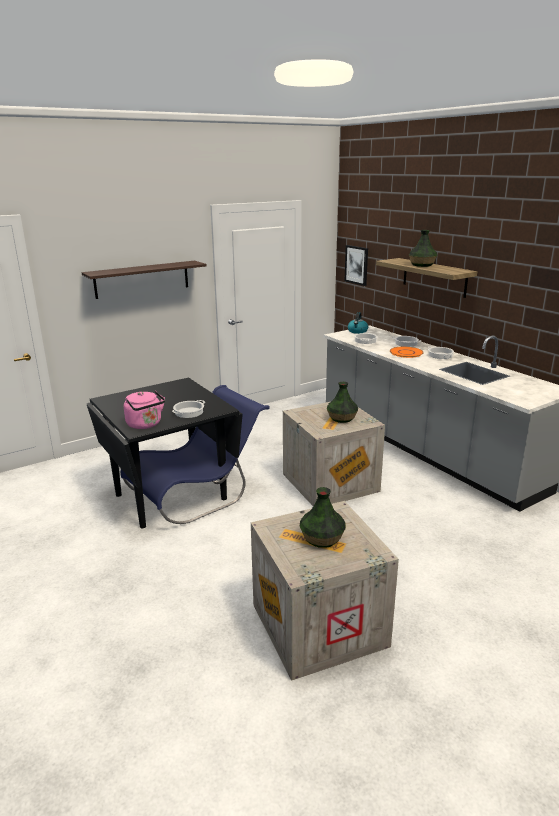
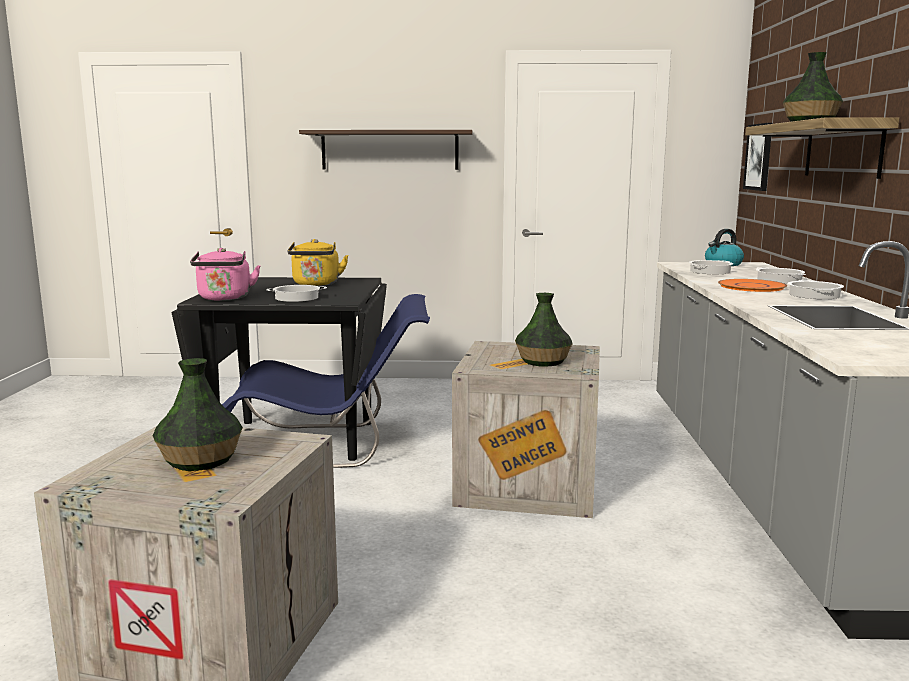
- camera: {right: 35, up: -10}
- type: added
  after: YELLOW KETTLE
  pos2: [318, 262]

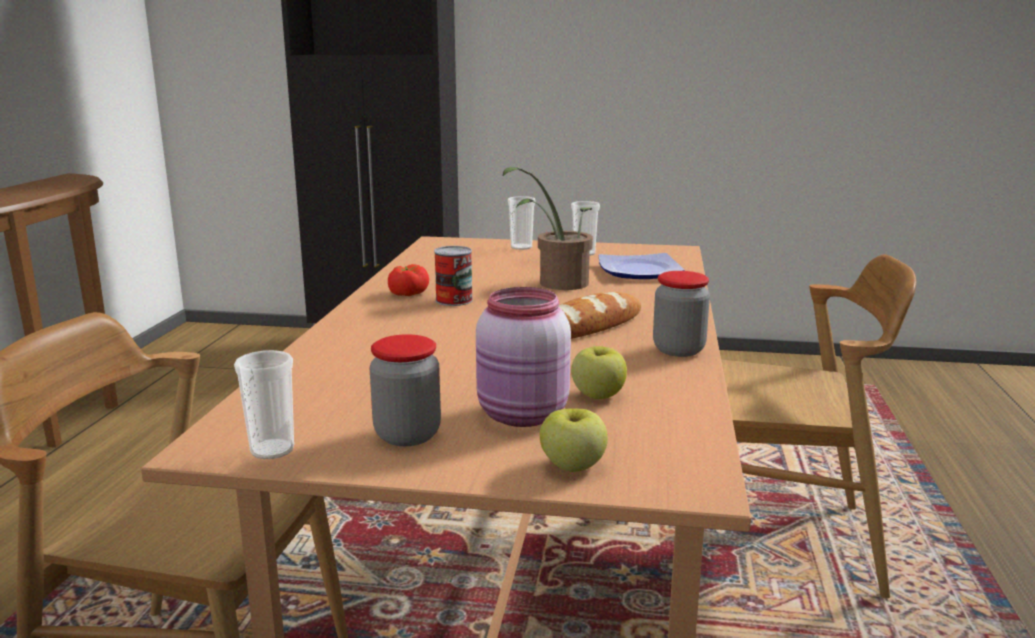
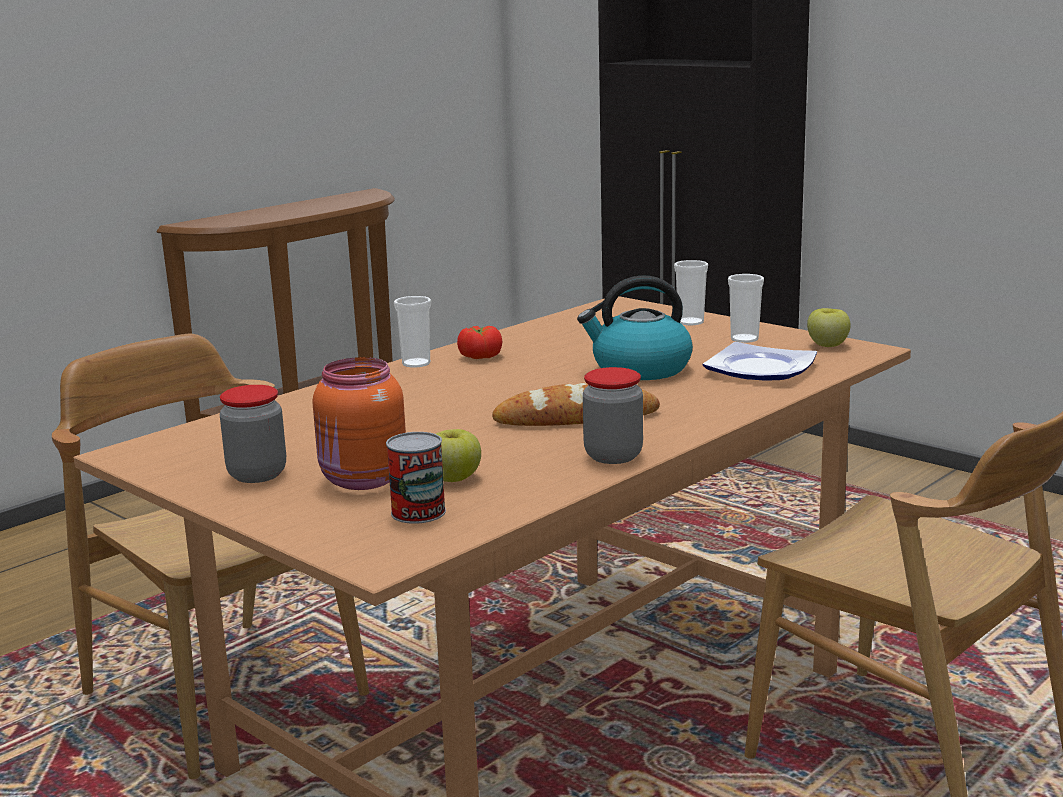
- camera: {right: 35, up: 0}
- type: recoloured
  before: PINK JAR
  after: ORANGE JAR
  pos1: [523, 357]
  pos2: [359, 423]
- type: moved
  before: CAN
  pos1: [453, 276]
  pos2: [416, 478]
- type: moved
  before: CUP
  pos1: [264, 404]
  pos2: [412, 332]
- type: replaced
  before: POTTED PLANT
  after: KETTLE
  pos1: [548, 228]
  pos2: [635, 328]
- type: moved
  before: APPLE
  pos1: [574, 440]
  pos2: [829, 327]

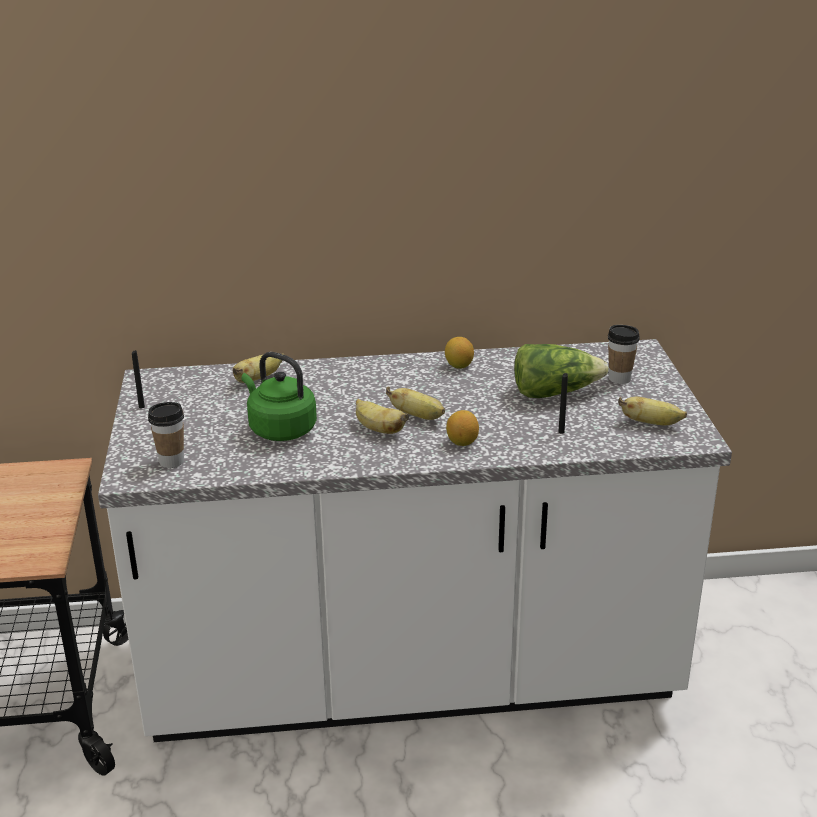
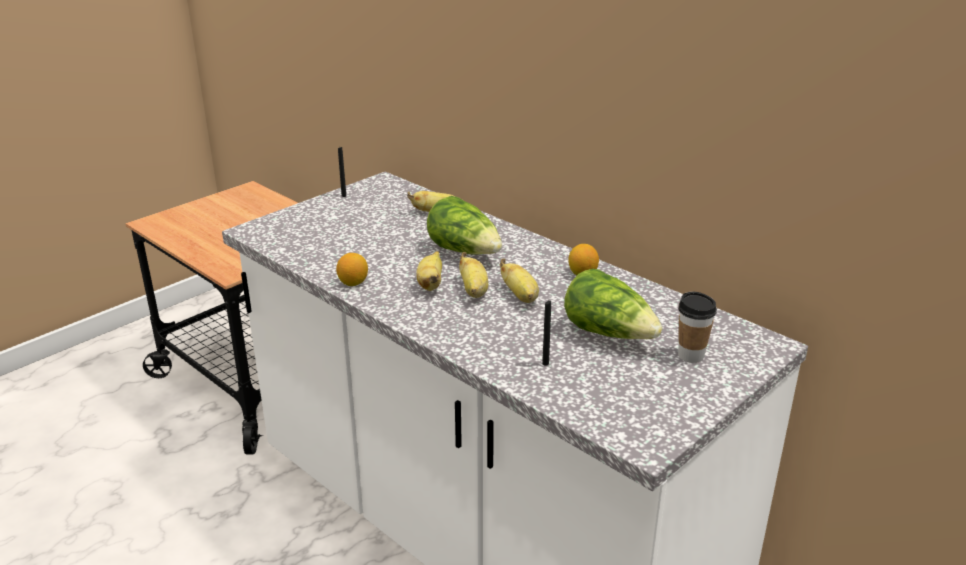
- camera: {right: 50, up: 0}
- type: moved
  before: LEMON
  pos1: [462, 428]
  pos2: [352, 269]
- type: added
  after: LETTUCE
  pos2: [464, 225]
- type: moved
  before: BANANA
  pos1: [652, 411]
  pos2: [519, 281]
- type: removed
  before: CUP
  pos1: [166, 435]
- type: removed
  before: GREEN KETTLE
  pos1: [279, 396]

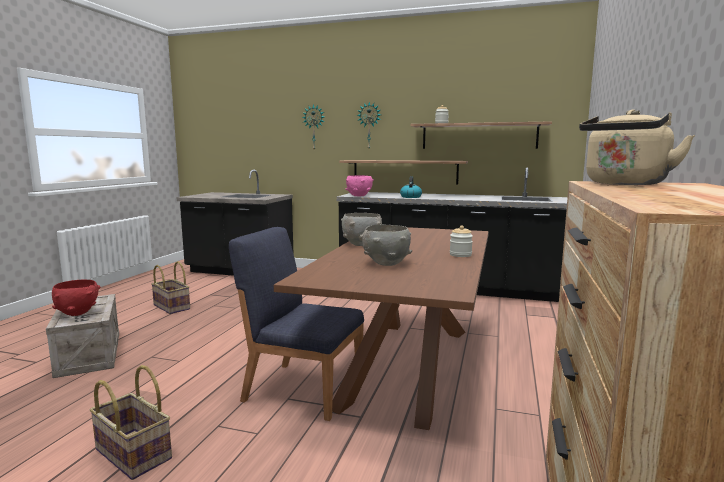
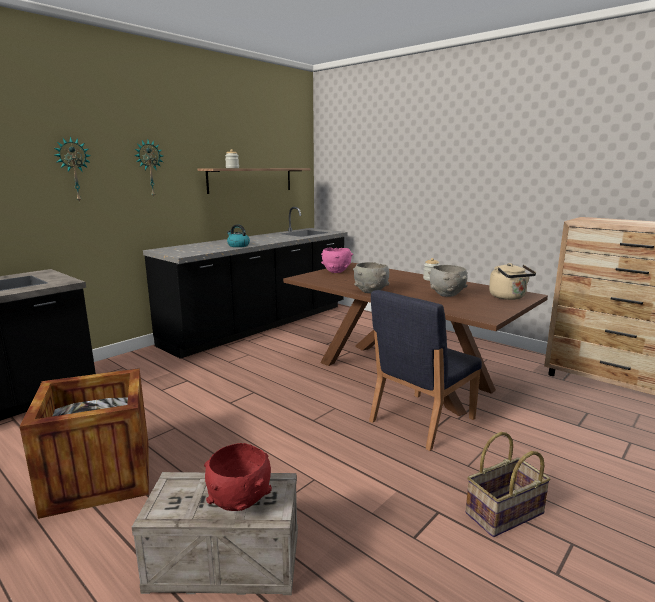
- camera: {right: -65, up: 5}
- type: replaced
  before: BASKET
  after: CRATE
  pos1: [170, 287]
  pos2: [84, 443]
- type: moved
  before: PINK BOWL
  pos1: [359, 185]
  pos2: [337, 260]
- type: moved
  before: BEIGE KETTLE
  pos1: [637, 147]
  pos2: [512, 281]
- type: removed
  before: SHELF
  pos1: [403, 172]

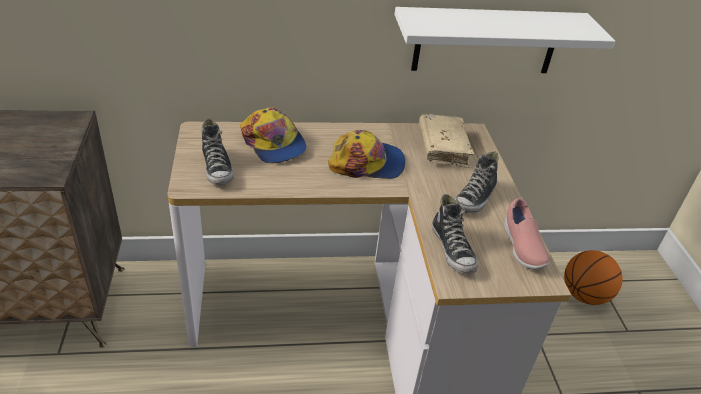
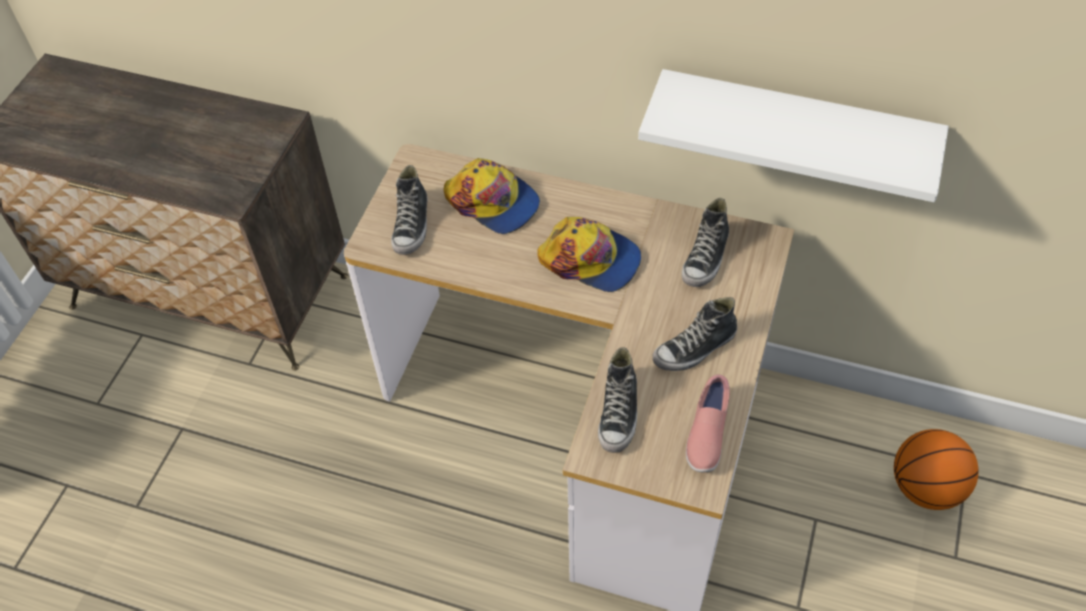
- camera: {right: 30, up: 15}
- type: turned
  before: CAP
  pos1: [273, 135]
  pos2: [491, 196]
  turn: -45
- type: replaced
  before: BEIGE BOOK
  after: SHOE
  pos1: [447, 141]
  pos2: [705, 242]

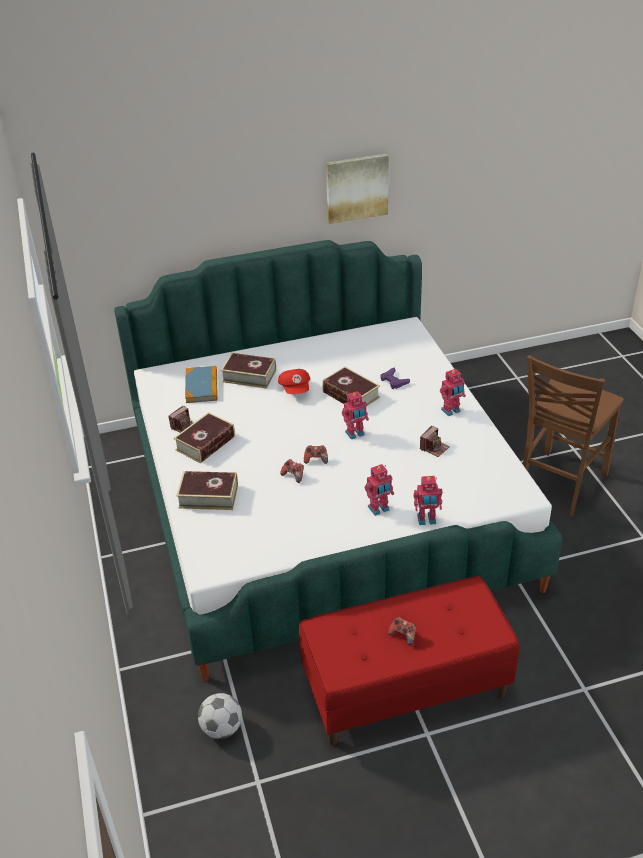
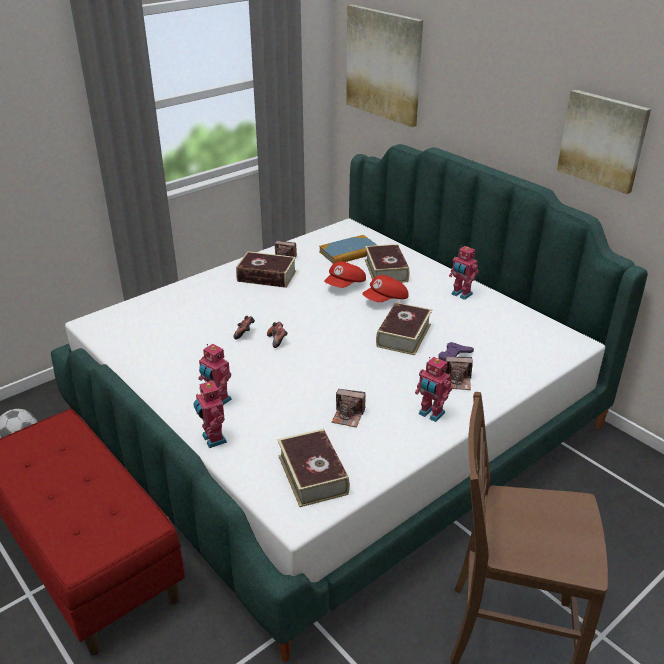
- camera: {right: 65, up: -5}
- type: moved
  before: BOOK
  pos1: [207, 490]
  pos2: [314, 468]
- type: added
  after: RED CAP
  pos2: [345, 274]
- type: added
  after: PICTURE
  pos2: [384, 66]
- type: added
  after: PHOTO CAMERA
  pos2: [459, 373]
- type: moved
  before: TOY ROBOT
  pos1: [355, 415]
  pos2: [464, 272]
- type: removed
  before: GAME CONTROLLER
  pos1: [402, 631]

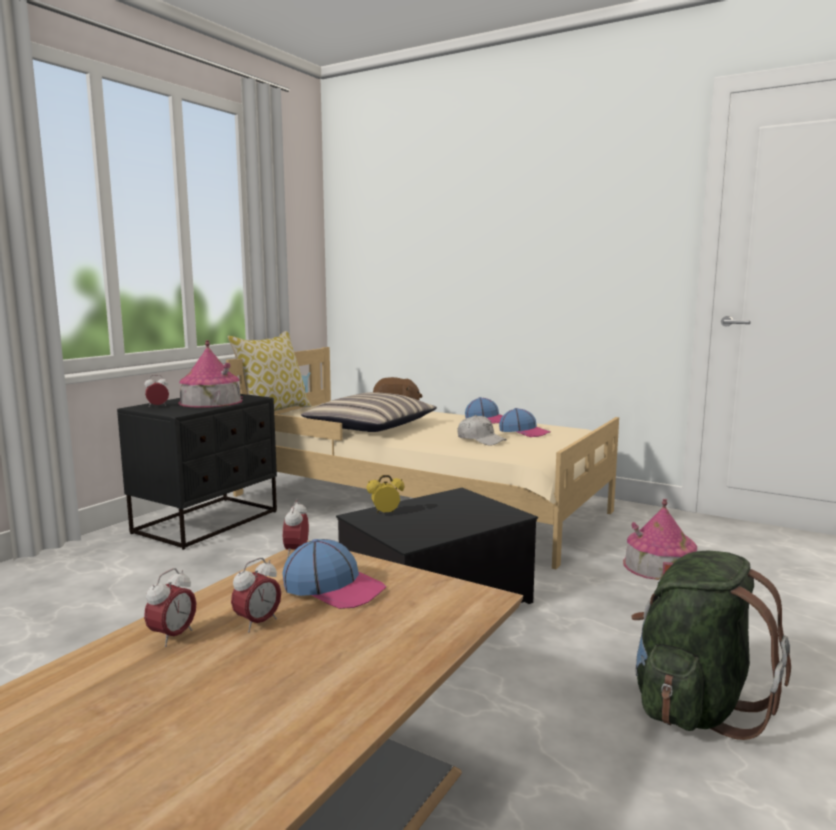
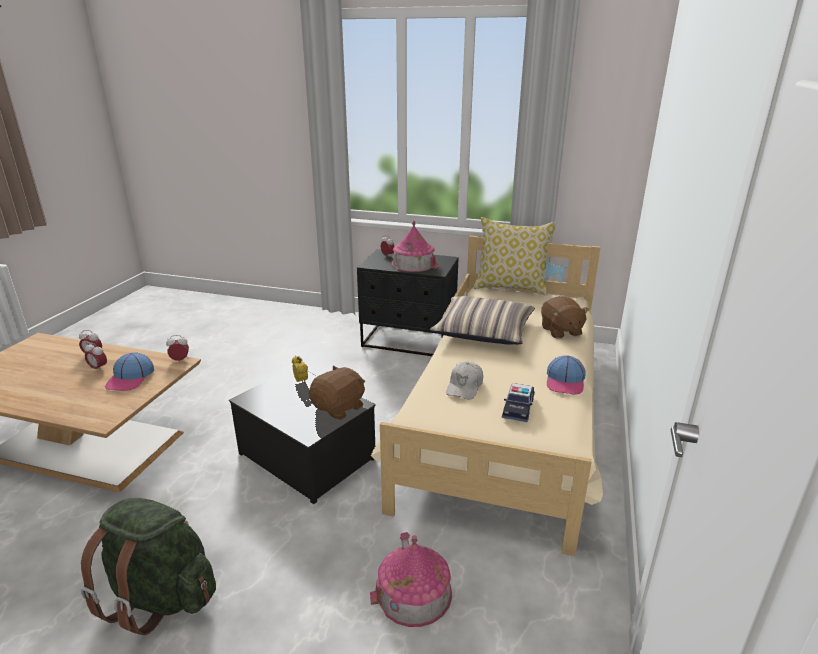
- camera: {right: 75, up: 15}
- type: added
  after: BROWN PLUSH TOY
  pos2: [337, 392]
- type: replaced
  before: CAP
  after: TOY CAR
  pos1: [525, 422]
  pos2: [518, 402]

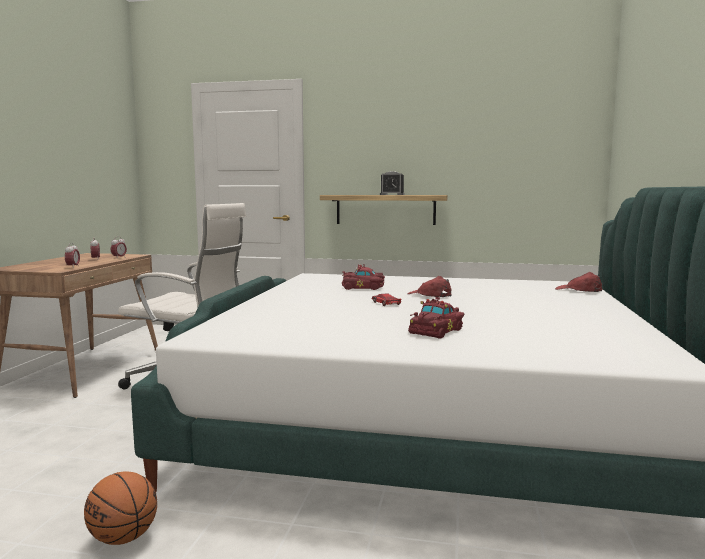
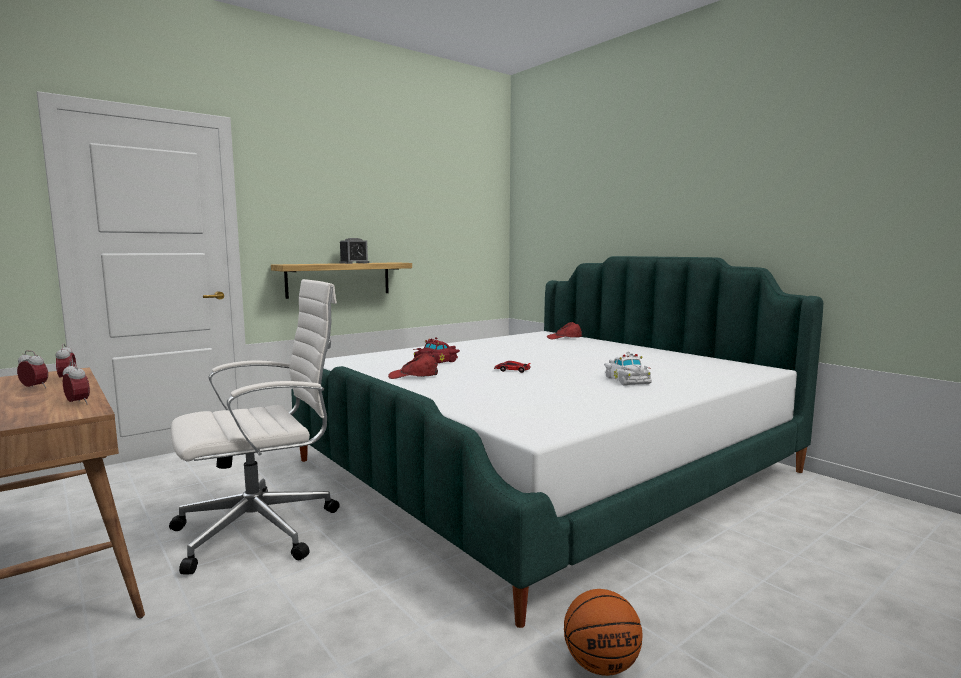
- camera: {right: -50, up: 0}
- type: moved
  before: RED CAP
  pos1: [430, 286]
  pos2: [413, 366]
- type: recoloured
  before: RED TOY CAR
  after: WHITE TOY CAR
  pos1: [436, 318]
  pos2: [628, 369]

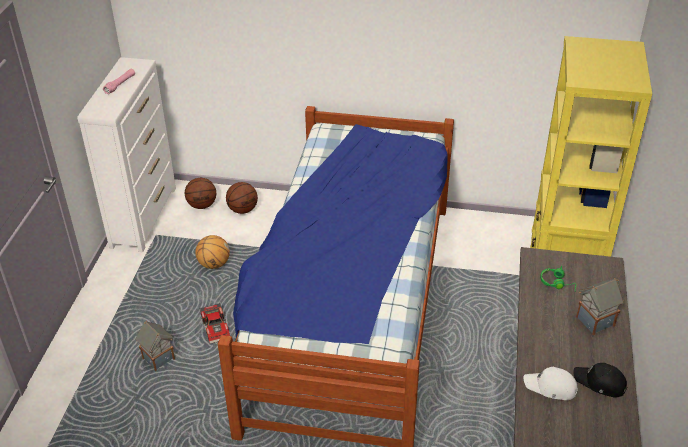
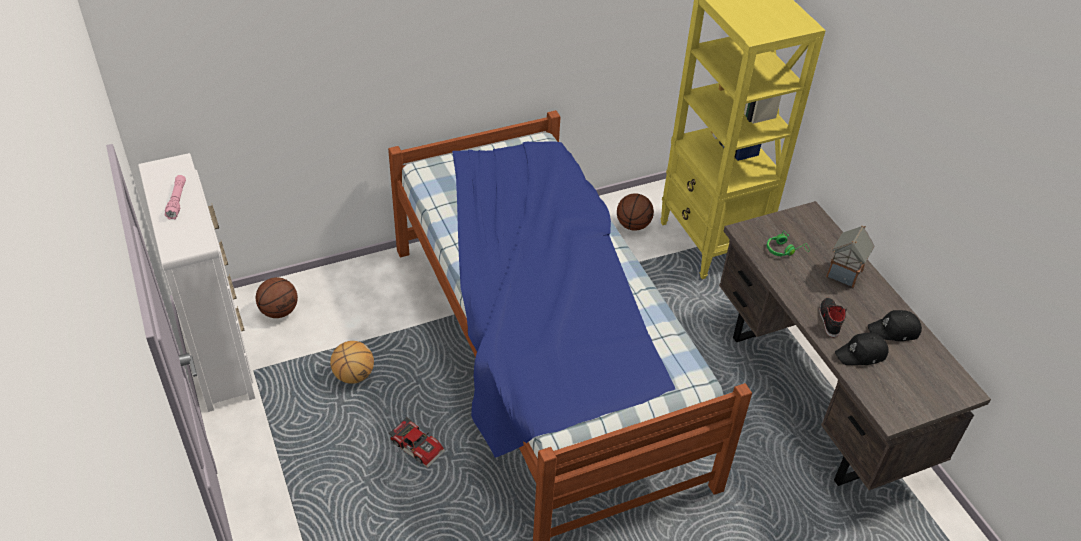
- camera: {right: -35, up: 5}
- type: moved
  before: BASKETBALL
  pos1: [242, 198]
  pos2: [635, 212]
- type: added
  after: BLACK SHOE
  pos2: [833, 317]
- type: recoloured
  before: WHITE CAP
  after: BLACK CAP
  pos1: [551, 383]
  pos2: [862, 349]
- type: removed
  before: TOY HOUSE
  pos1: [155, 346]

